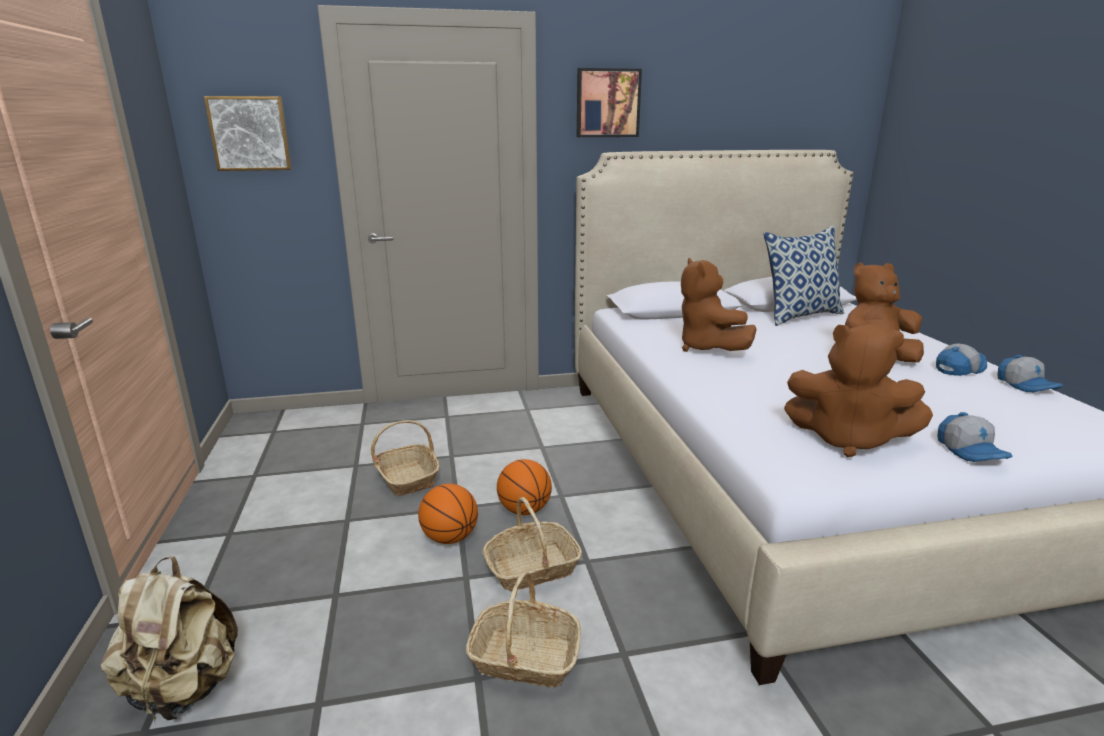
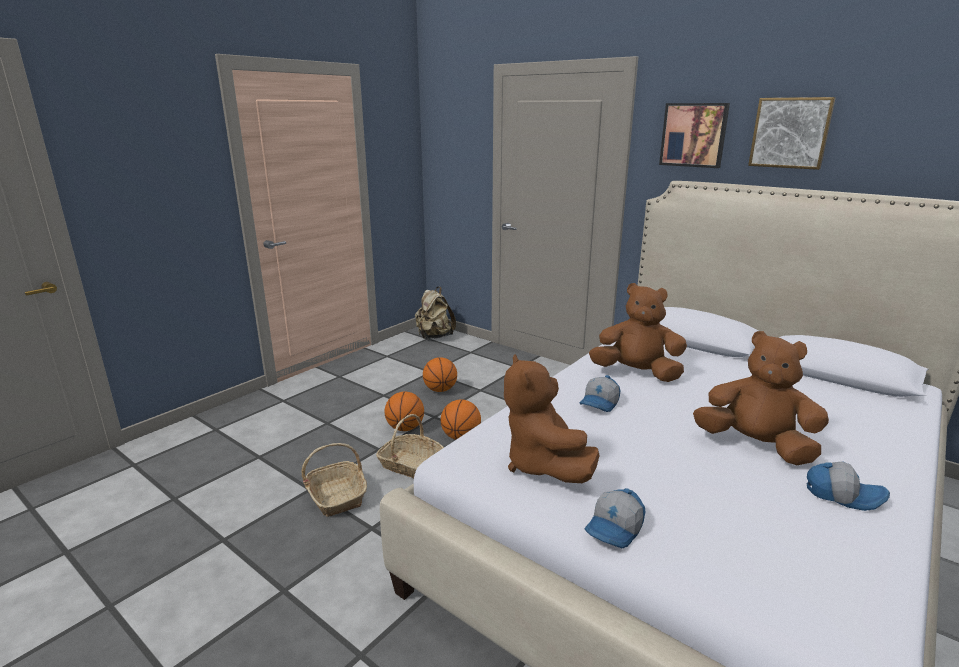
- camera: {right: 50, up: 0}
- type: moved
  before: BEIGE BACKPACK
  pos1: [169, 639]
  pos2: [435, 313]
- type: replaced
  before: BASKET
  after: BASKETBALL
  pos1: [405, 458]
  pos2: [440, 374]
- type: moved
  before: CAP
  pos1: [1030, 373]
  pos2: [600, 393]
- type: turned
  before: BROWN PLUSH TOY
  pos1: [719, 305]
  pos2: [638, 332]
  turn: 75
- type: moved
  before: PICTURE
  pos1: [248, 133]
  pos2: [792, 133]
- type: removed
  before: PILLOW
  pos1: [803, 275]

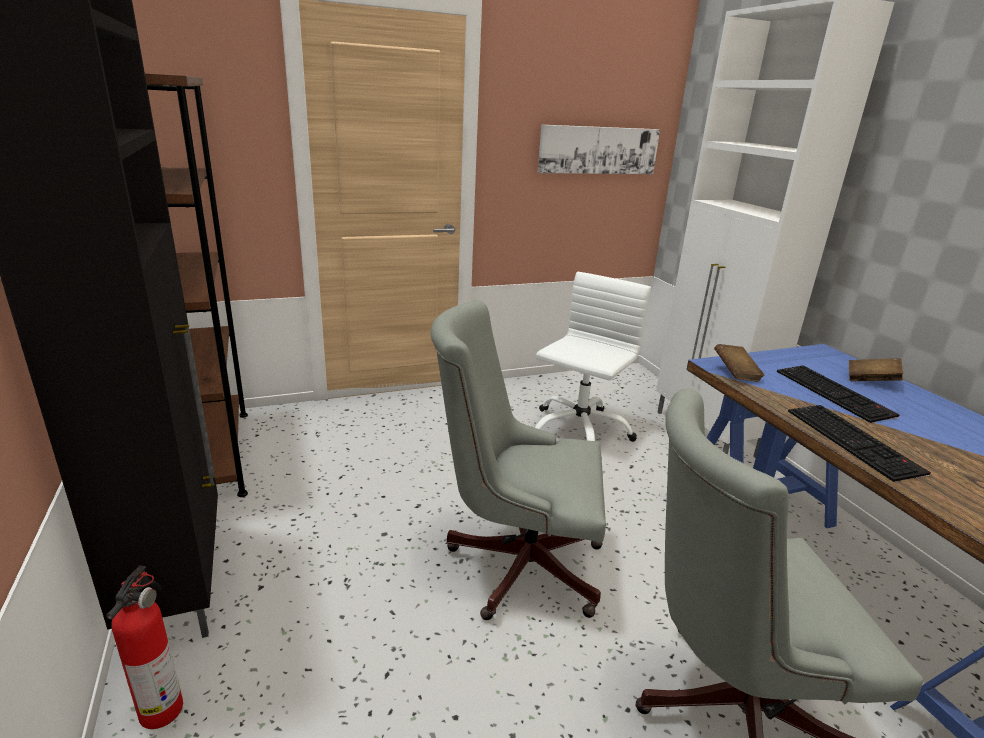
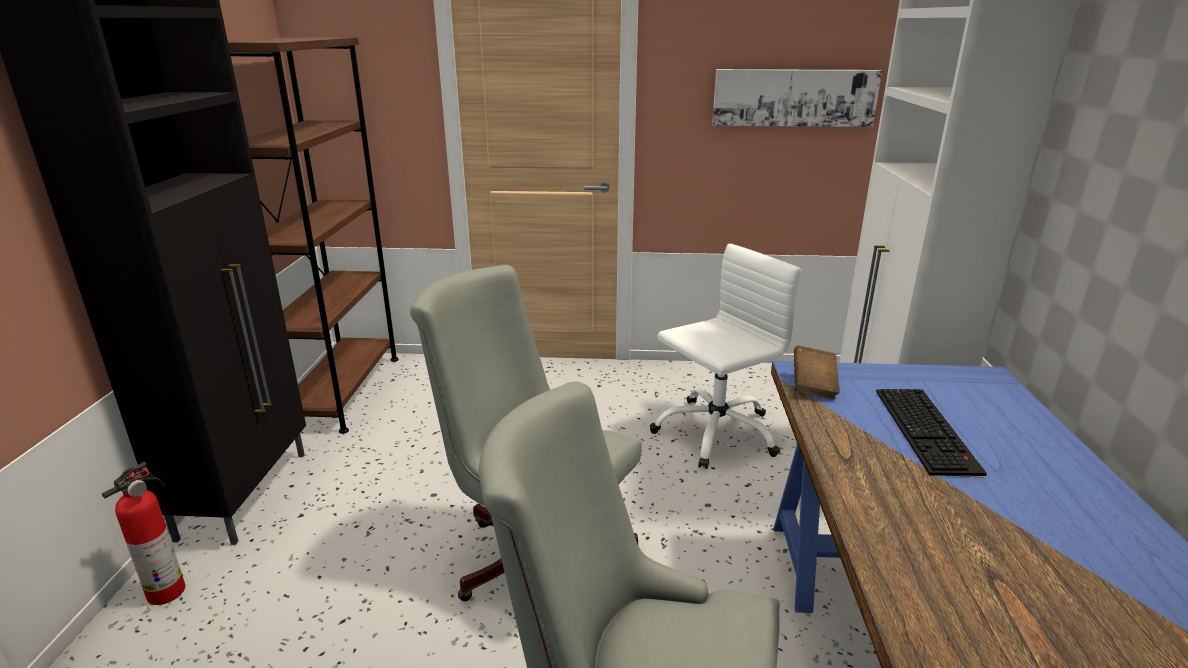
- camera: {right: 25, up: 0}
- type: removed
  before: KEYBOARD
  pos1: [859, 443]
- type: removed
  before: BROWN BOOK
  pos1: [876, 369]

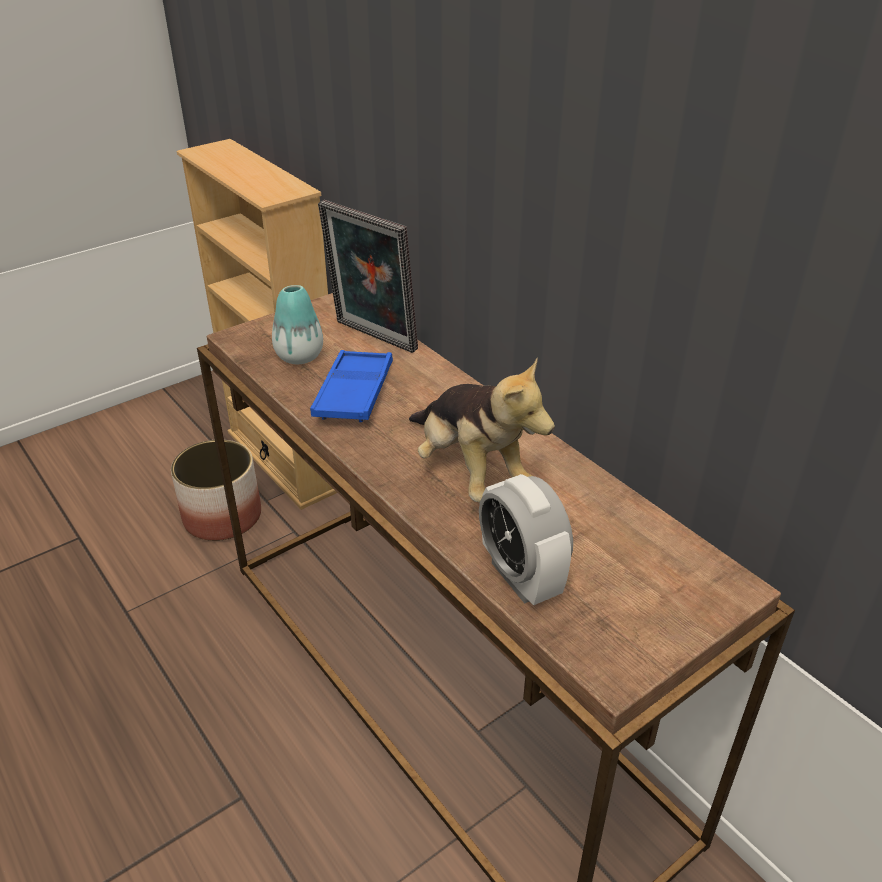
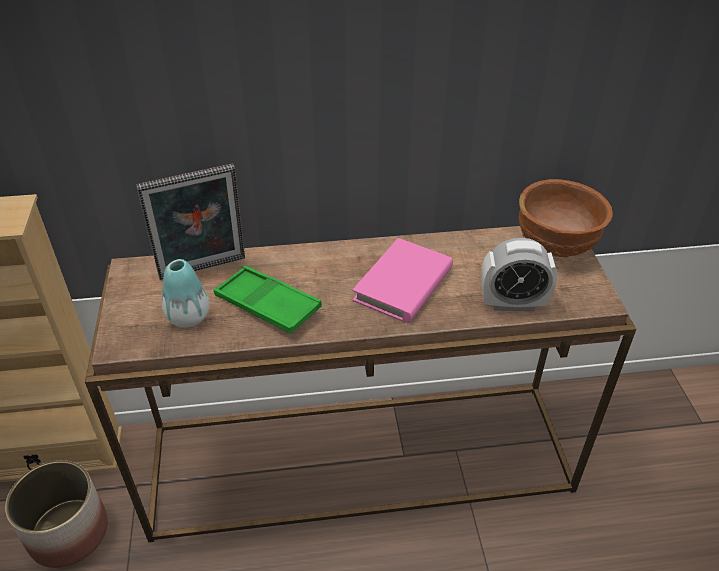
- camera: {right: -60, up: 5}
- type: recoloured
  before: BLUE TRAY
  after: GREEN TRAY
  pos1: [351, 386]
  pos2: [268, 300]
- type: replaced
  before: PLUSH TOY
  after: PINK BOOK
  pos1: [482, 430]
  pos2: [402, 280]
- type: added
  after: BROWN BOWL
  pos2: [566, 218]

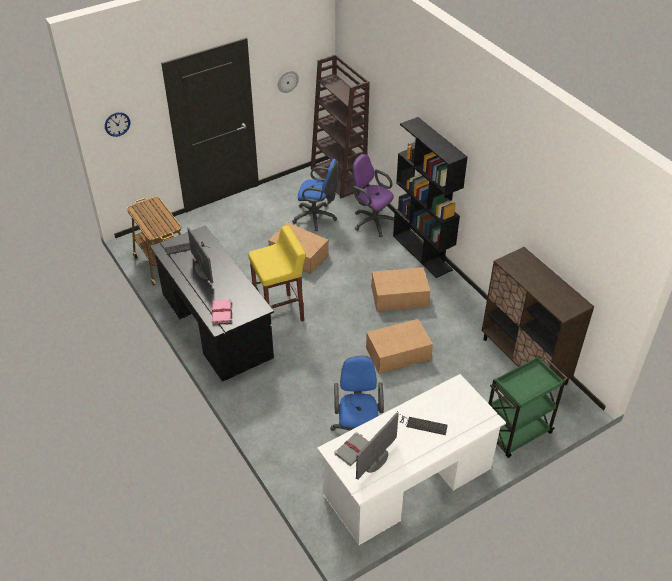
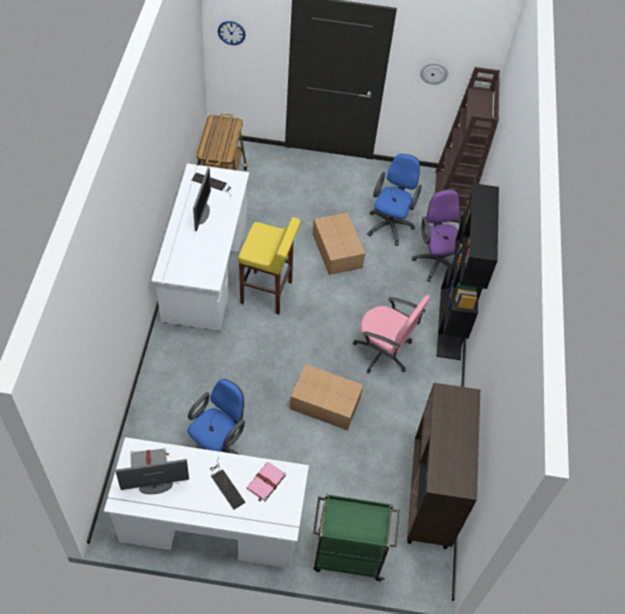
- camera: {right: 35, up: 10}
- type: recoloured
  before: BLACK DESK
  after: WHITE DESK
  pos1: [212, 303]
  pos2: [200, 247]
- type: moved
  before: PINK BOOK
  pos1: [222, 312]
  pos2: [266, 482]
- type: replaced
  before: CARDBOARD BOX
  after: PINK OFFICE CHAIR
  pos1: [401, 289]
  pos2: [391, 334]
- type: turned
  before: BLUE OFFICE CHAIR
  pos1: [315, 195]
  pos2: [394, 200]
  turn: -120

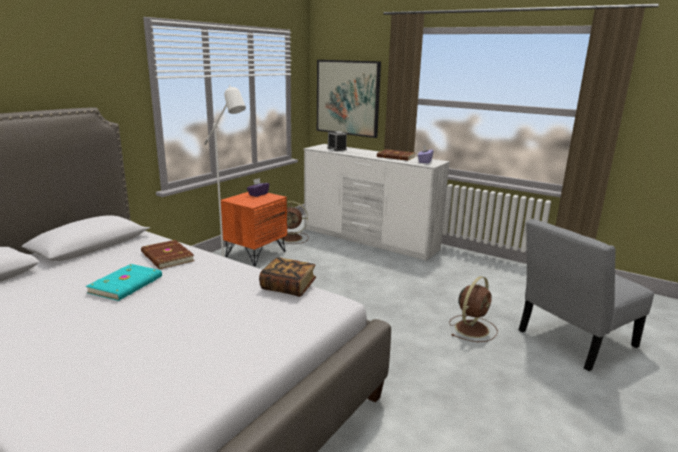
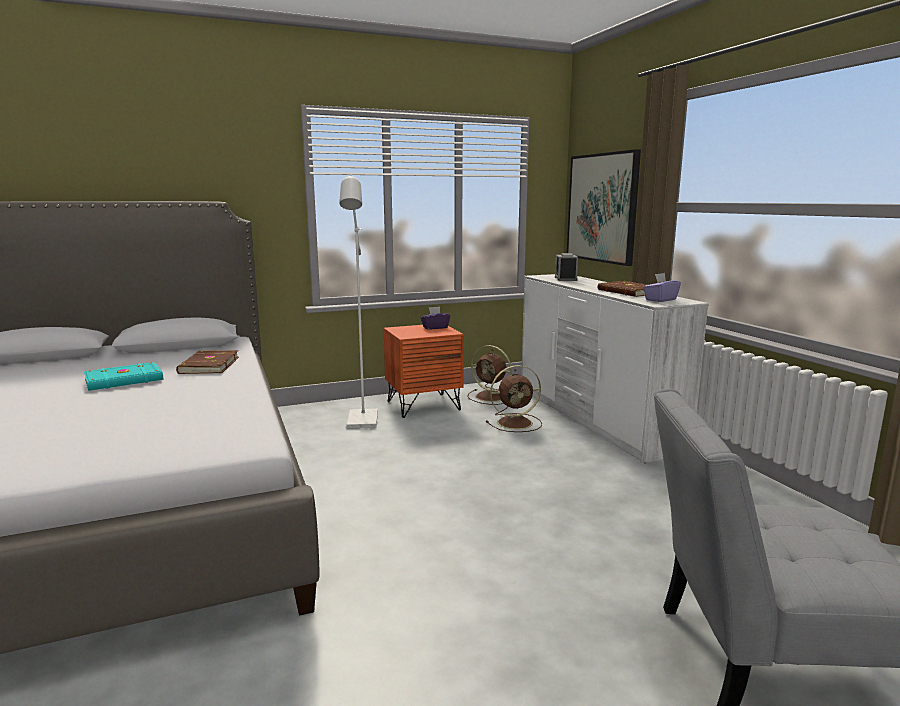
- camera: {right: 35, up: -5}
- type: moved
  before: BROWN FAN
  pos1: [473, 309]
  pos2: [514, 398]
- type: removed
  before: BOOK
  pos1: [287, 277]

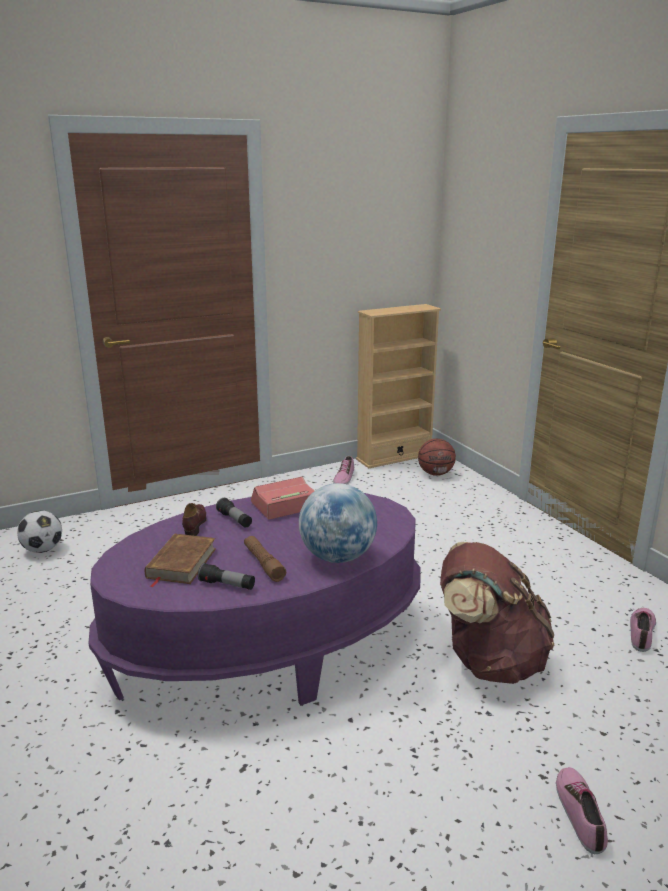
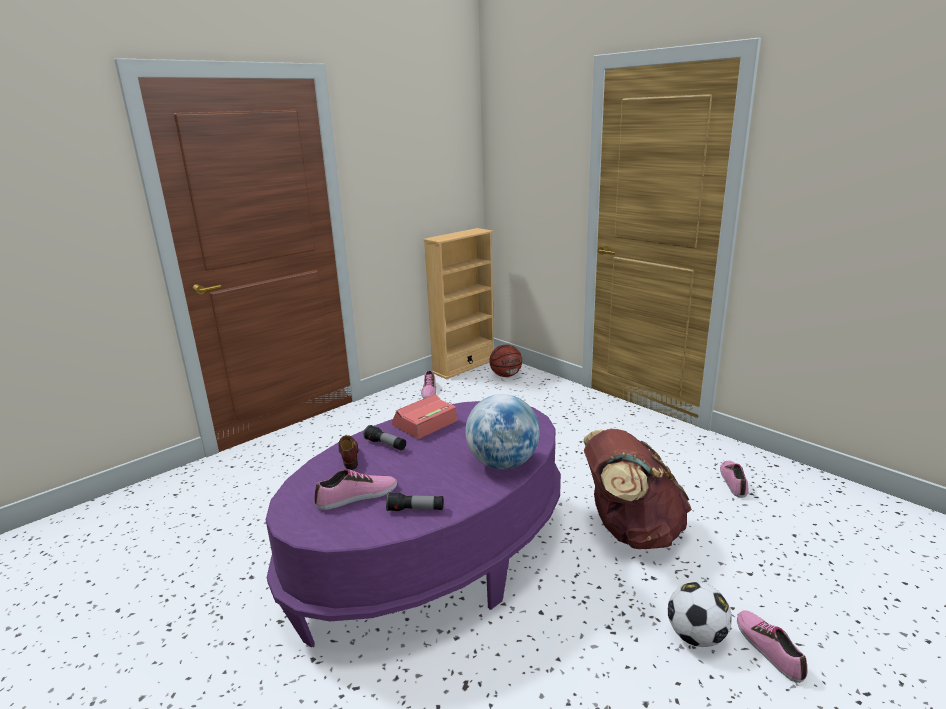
- camera: {right: -15, up: 0}
- type: replaced
  before: BROWN BOOK
  after: SHOE
  pos1: [180, 560]
  pos2: [355, 489]
- type: moved
  before: FOOTBALL
  pos1: [39, 531]
  pos2: [700, 614]
- type: removed
  before: BROWN FLASHLIGHT
  pos1: [265, 559]

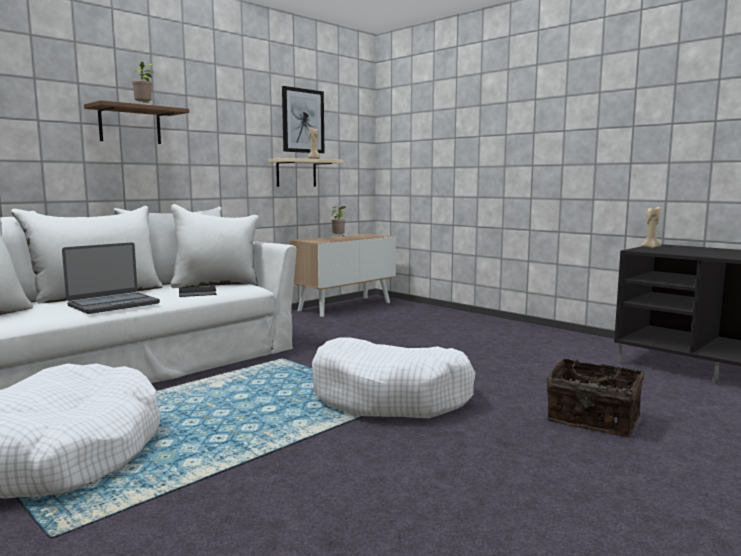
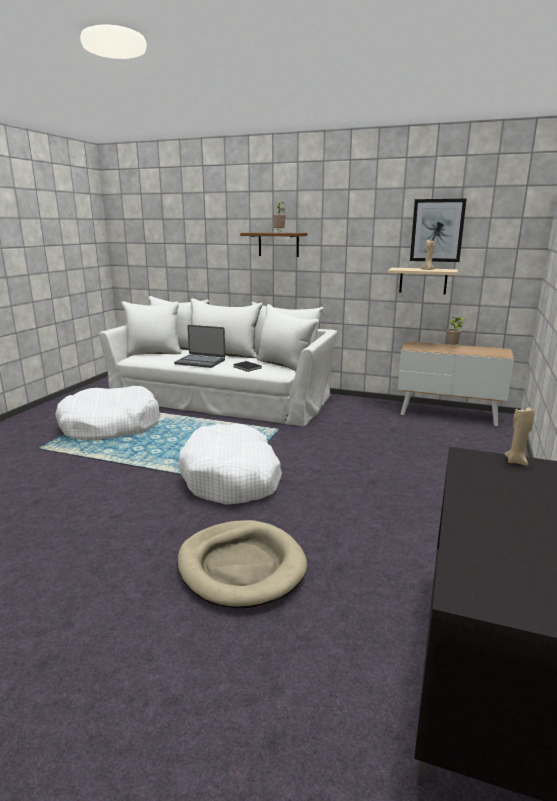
- camera: {right: 65, up: 10}
- type: replaced
  before: BASKET
  after: BEIGE DOG BED
  pos1: [596, 398]
  pos2: [242, 564]

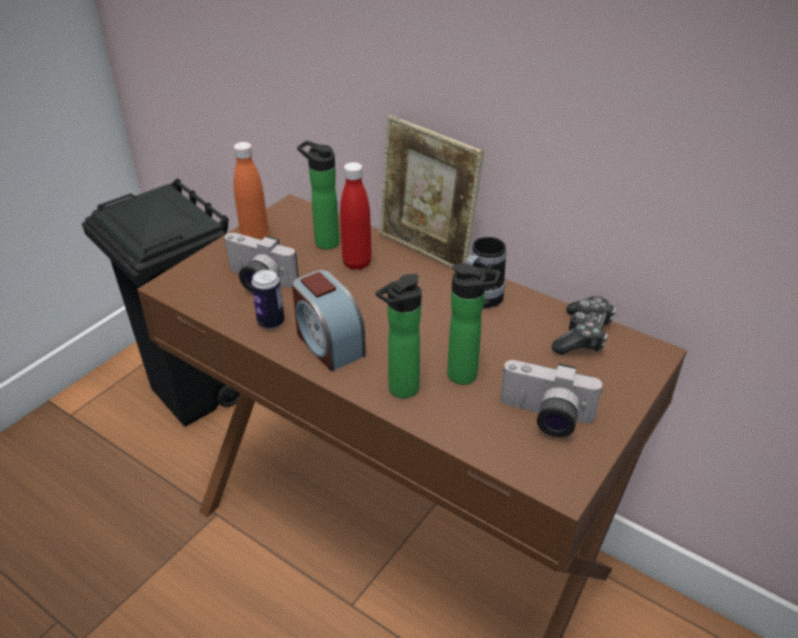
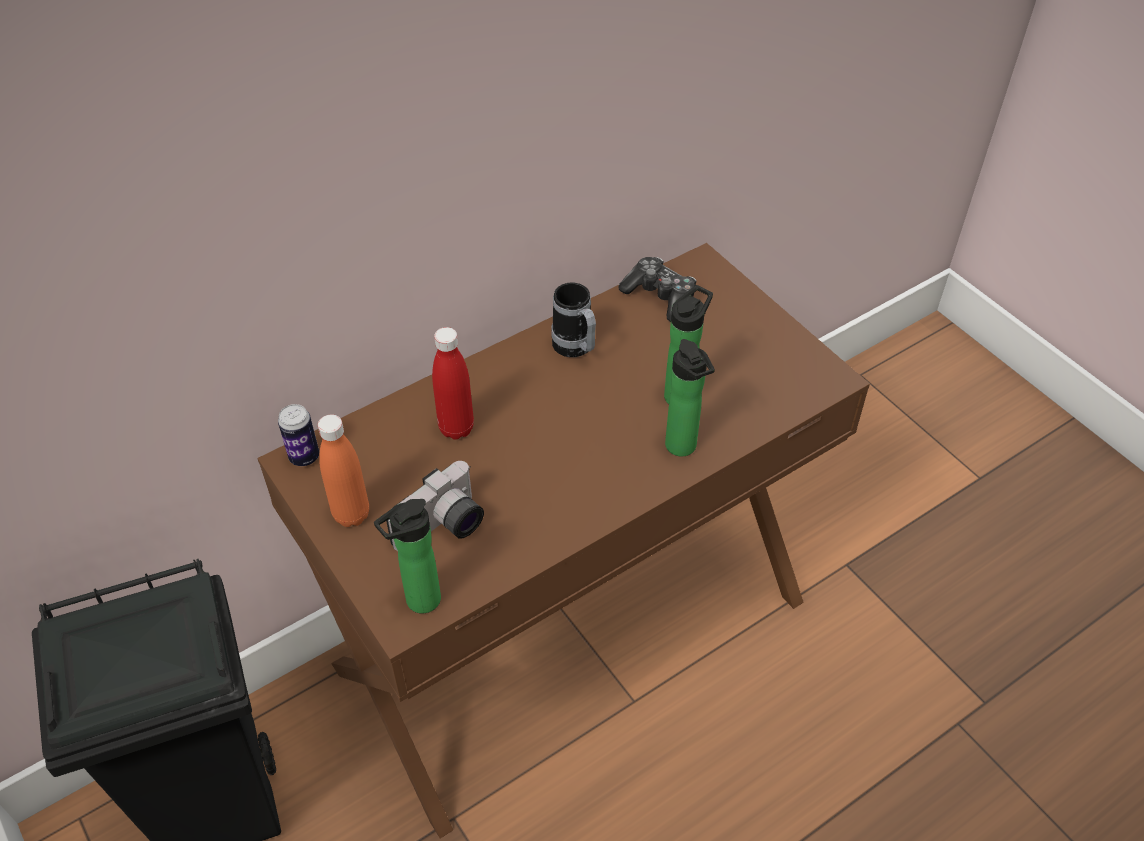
- camera: {right: -70, up: 10}
- type: moved
  before: CAN
  pos1: [267, 299]
  pos2: [298, 435]
- type: moved
  before: BOTTLE
  pos1: [318, 195]
  pos2: [407, 556]
- type: removed
  before: ALARM CLOCK
  pos1: [329, 320]
- type: removed
  before: PICTURE FRAME
  pos1: [432, 191]
- type: removed
  before: PHOTO CAMERA
  pos1: [552, 398]

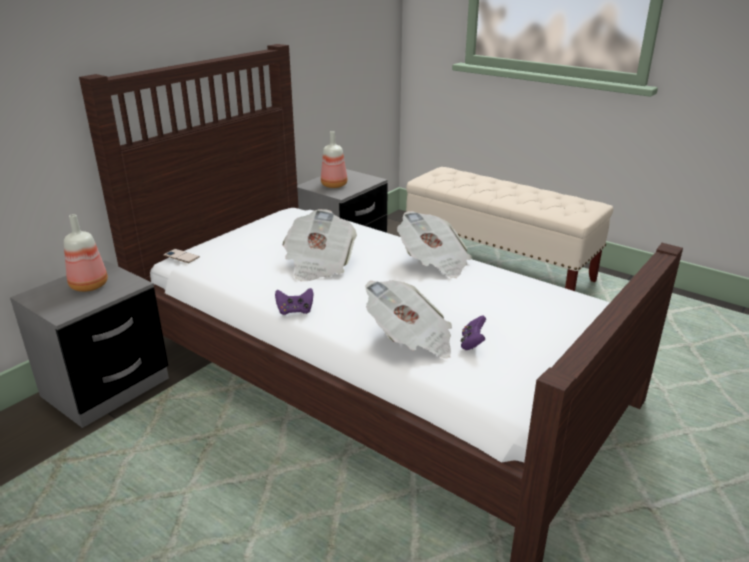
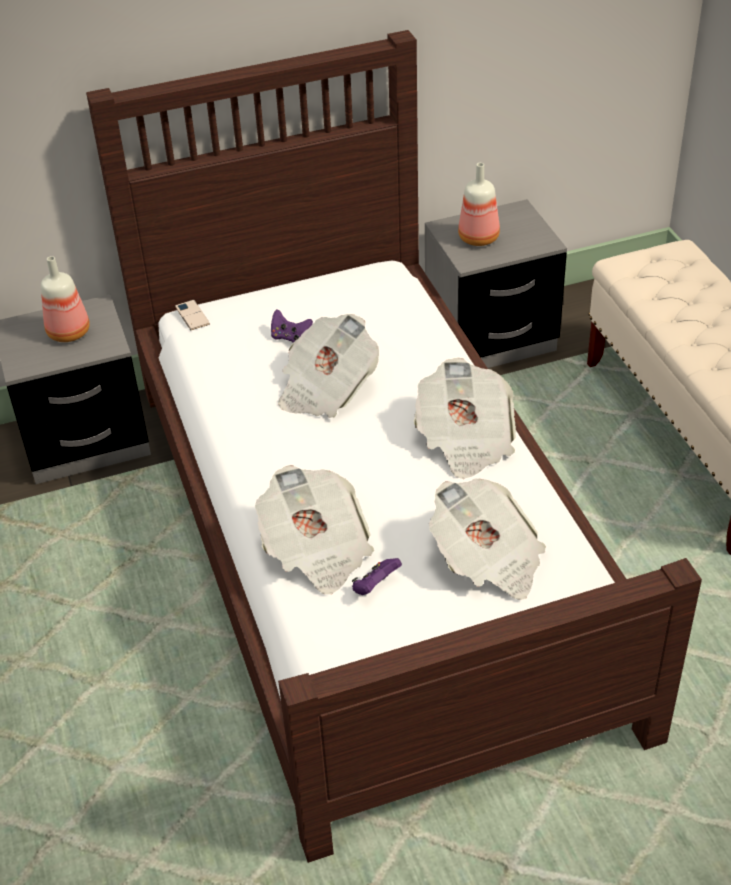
- camera: {right: 35, up: 15}
- type: moved
  before: PURPLE GAME CONTROLLER
  pos1: [294, 301]
  pos2: [292, 326]
- type: added
  after: NEWSPAPER
  pos2: [487, 539]

